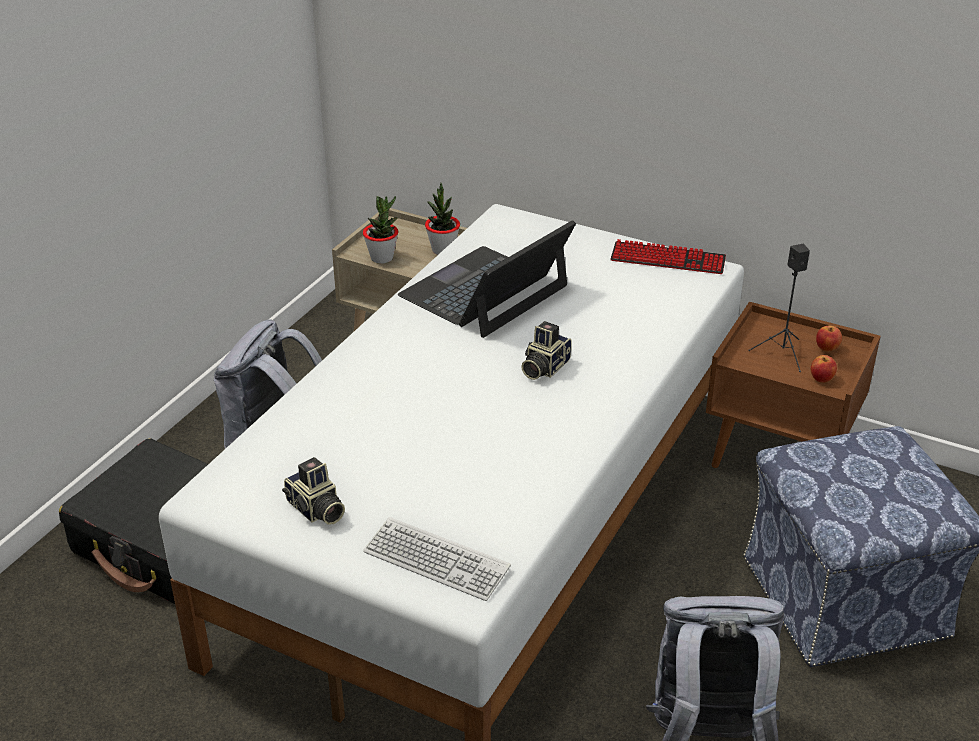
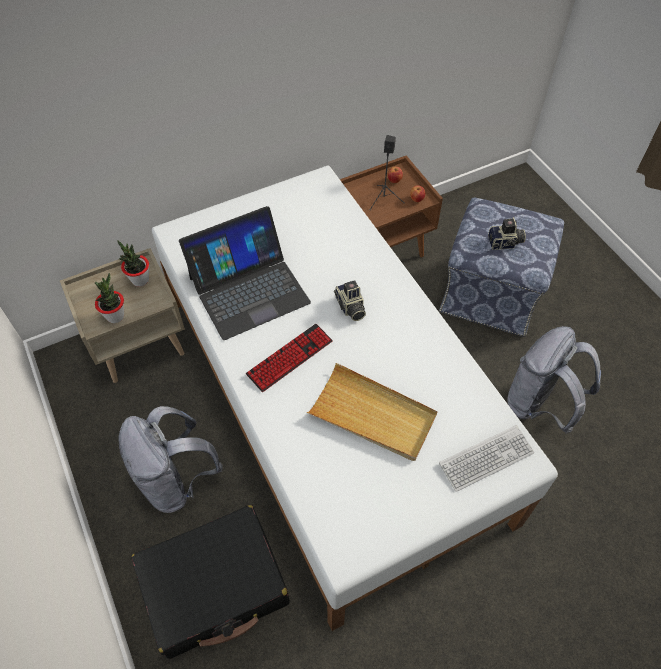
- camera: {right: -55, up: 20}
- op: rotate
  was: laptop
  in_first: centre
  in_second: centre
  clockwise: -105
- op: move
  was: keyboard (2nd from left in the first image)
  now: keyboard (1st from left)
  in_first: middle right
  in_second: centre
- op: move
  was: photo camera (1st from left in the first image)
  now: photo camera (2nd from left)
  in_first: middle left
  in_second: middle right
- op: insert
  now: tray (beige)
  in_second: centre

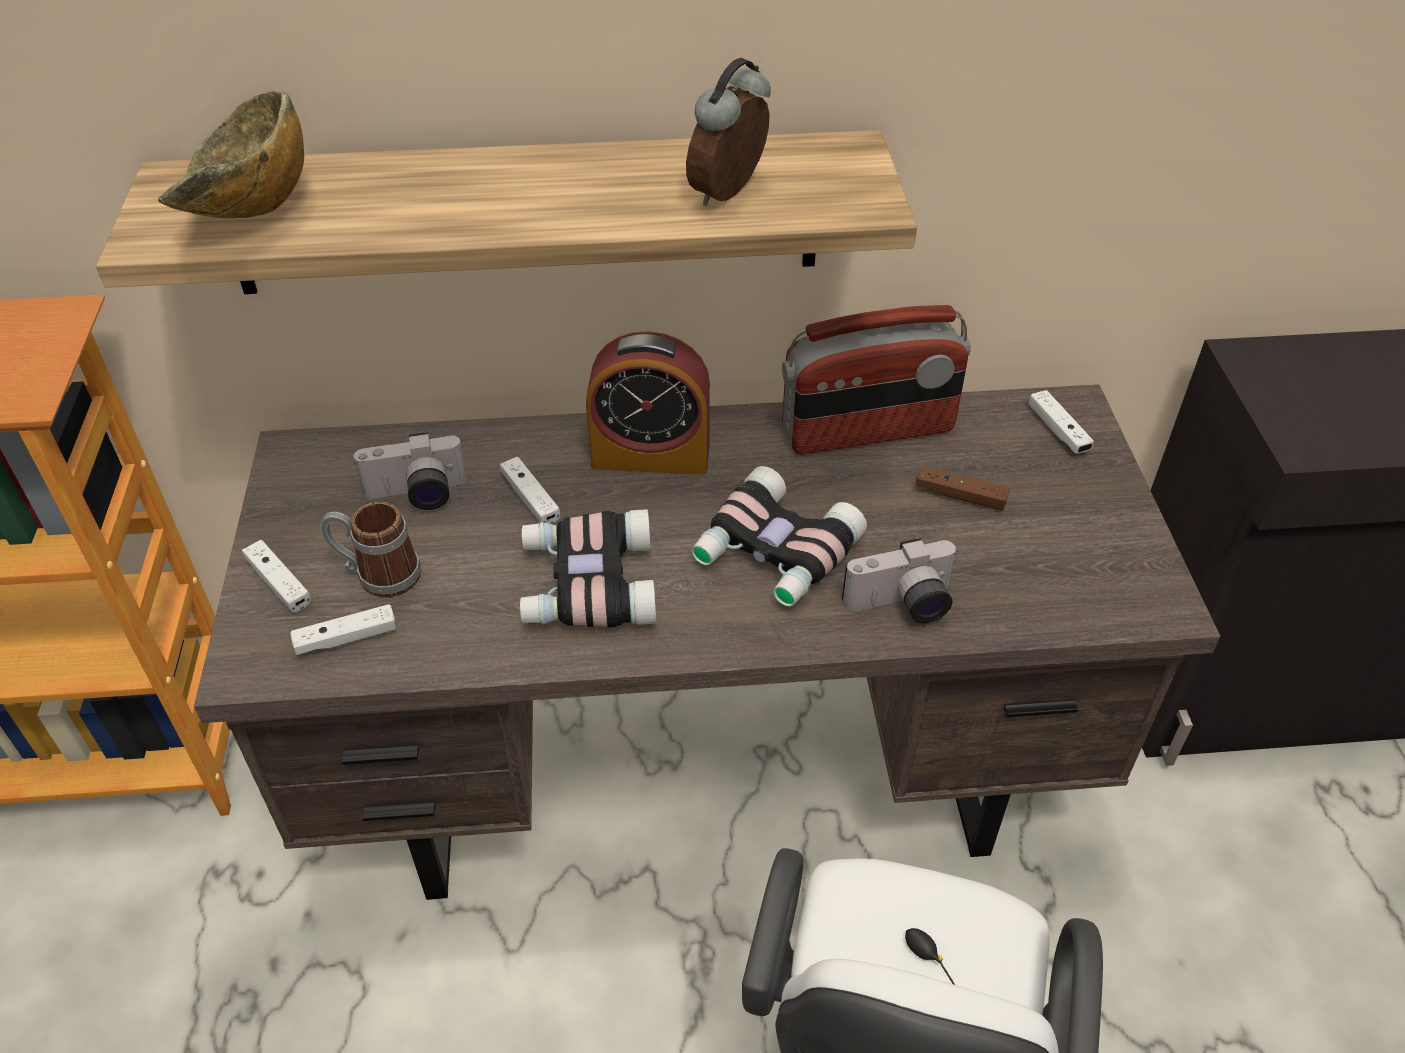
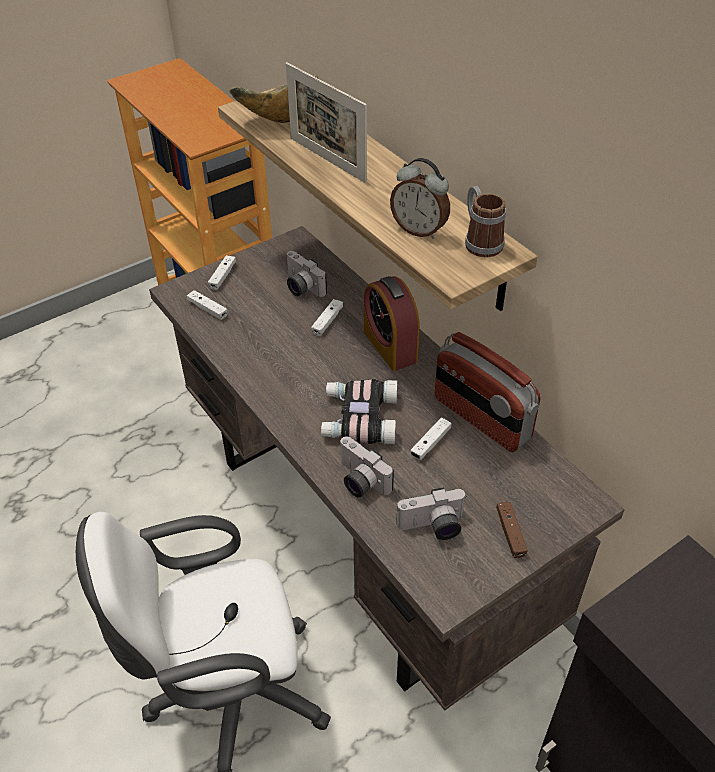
- camera: {right: 60, up: 0}
- op: rotate
  was: alarm clock (2nd from left)
  in_first: top centre
  in_second: top centre
  clockwise: -150
- op: move
  was: game controller (white) (4th from left)
  in_first: middle right
  in_second: centre
- op: move
  was: game controller (brown)
  in_first: middle right
  in_second: bottom right
- op: move
  was: mug
  in_first: middle left
  in_second: top right
- op: delete
  was: binoculars (1st from left)
  in_first: centre
- op: insert
  now: picture frame
  in_second: top centre
- op: insert
  now: photo camera (3rd from left)
  in_second: centre

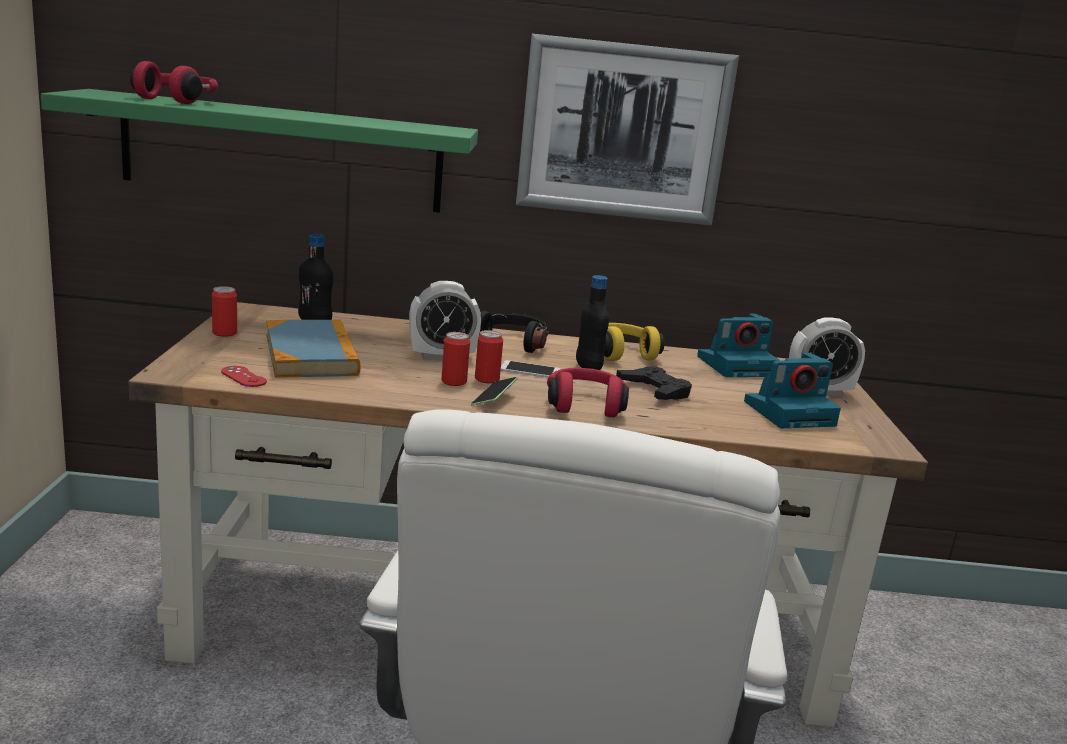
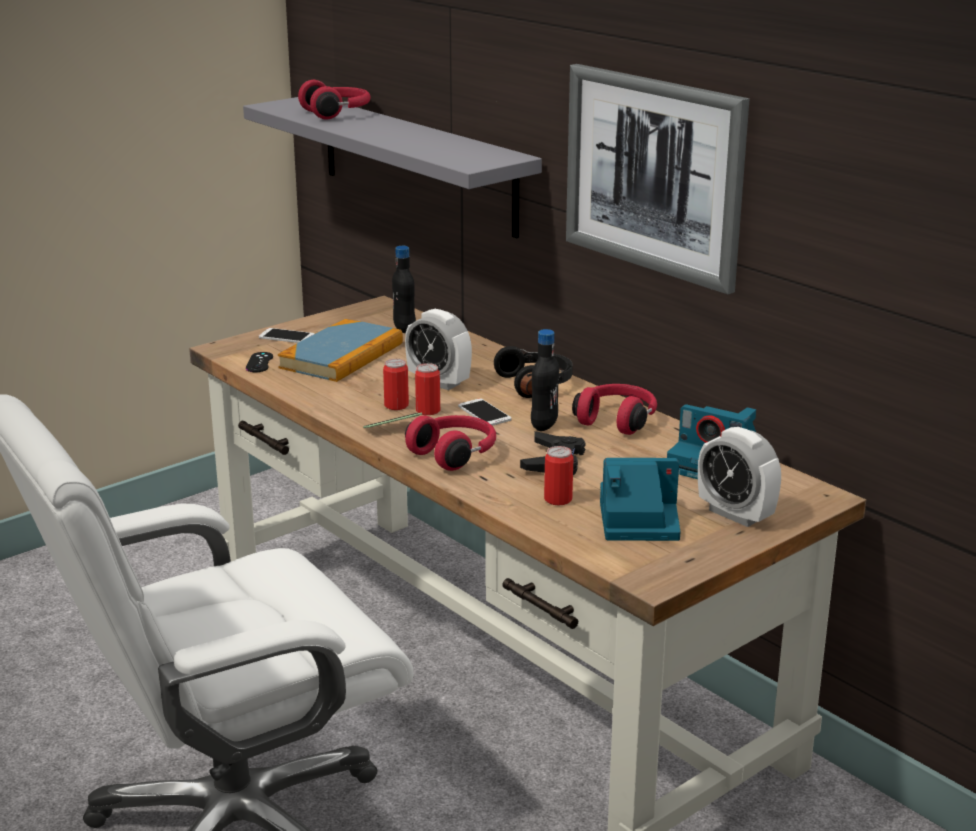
- camera: {right: 50, up: 5}
- op: recolor
  was: shelf (green)
  now: shelf (grey)
  in_first: top left
  in_second: top centre
- op: move
  was: can (1st from left in the first image)
  now: can (3rd from left)
  in_first: middle left
  in_second: centre
- op: recolor
  was: headphones (yellow)
  now: headphones (red) (3rd from left)
  in_first: centre
  in_second: centre
- op: rotate
  was: photo camera (2nd from left in the first image)
  in_first: middle right
  in_second: centre
  clockwise: 150
- op: recolor
  was: game controller (red)
  now: game controller (black) (1st from left)
  in_first: middle left
  in_second: middle left
- op: insert
  now: phone (1st from left)
  in_second: middle left

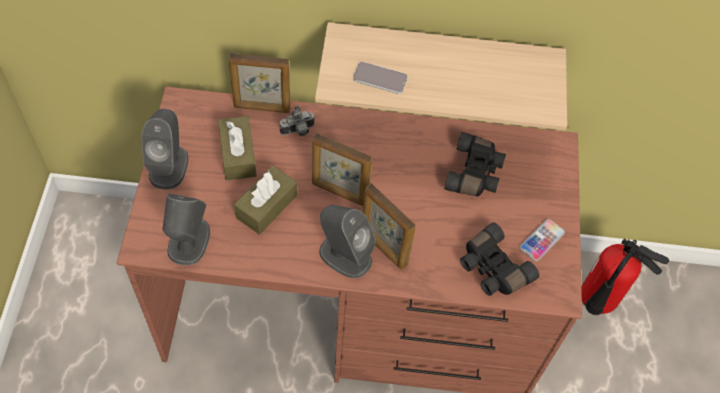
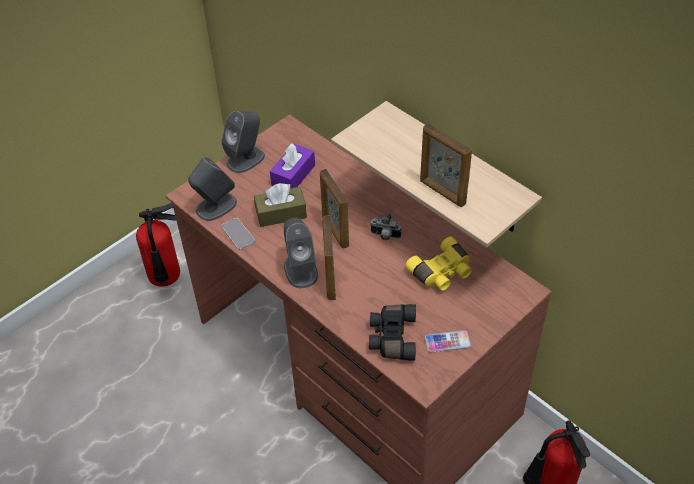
- camera: {right: 45, up: -10}
- op: move
  was: picture frame (1st from left in the first image)
  now: picture frame (3rd from left)
  in_first: top centre
  in_second: centre
- op: move
  was: phone (1st from left)
  in_first: top centre
  in_second: centre
- op: move
  was: photo camera
  in_first: top centre
  in_second: centre
- op: recolor
  was: tissue box (brown) (1st from left)
  now: tissue box (purple)
  in_first: middle left
  in_second: centre
- op: recolor
  was: binoculars (black) (1st from left)
  now: binoculars (yellow)
  in_first: centre
  in_second: centre
- op: insert
  now: fire extinguisher (1st from left)
  in_second: middle left

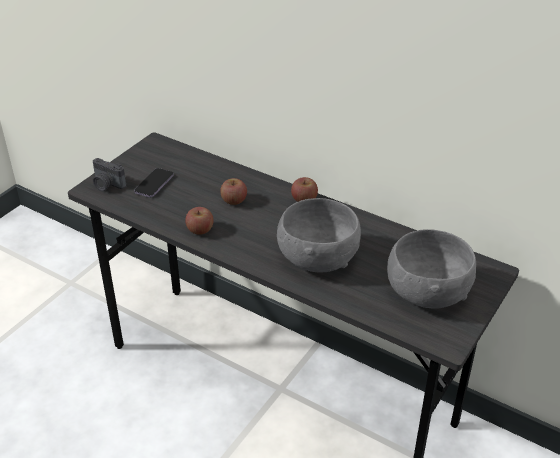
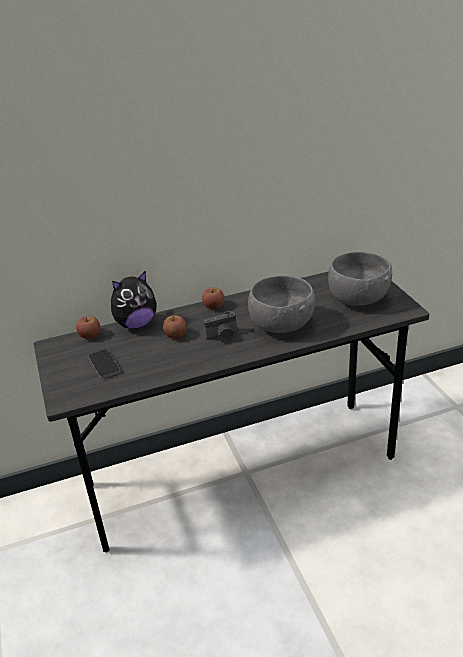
- camera: {right: -50, up: -5}
- op: move
  was: photo camera
  in_first: middle left
  in_second: centre
- op: move
  was: apple (1st from left)
  in_first: centre
  in_second: middle left
- op: insert
  now: plush toy
  in_second: middle left

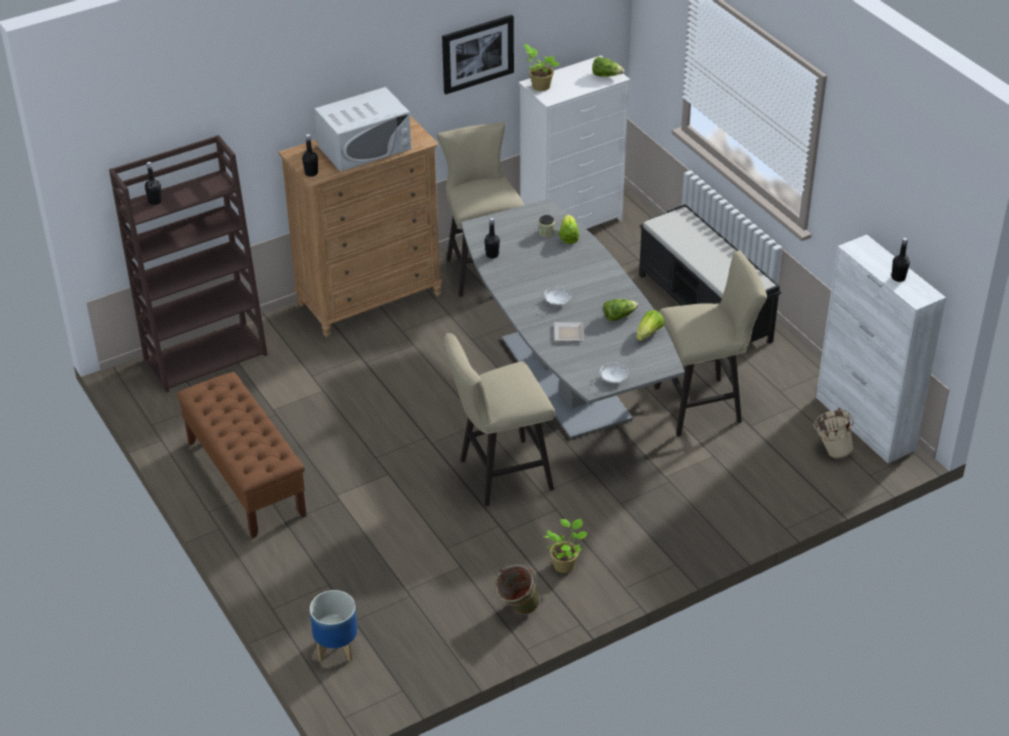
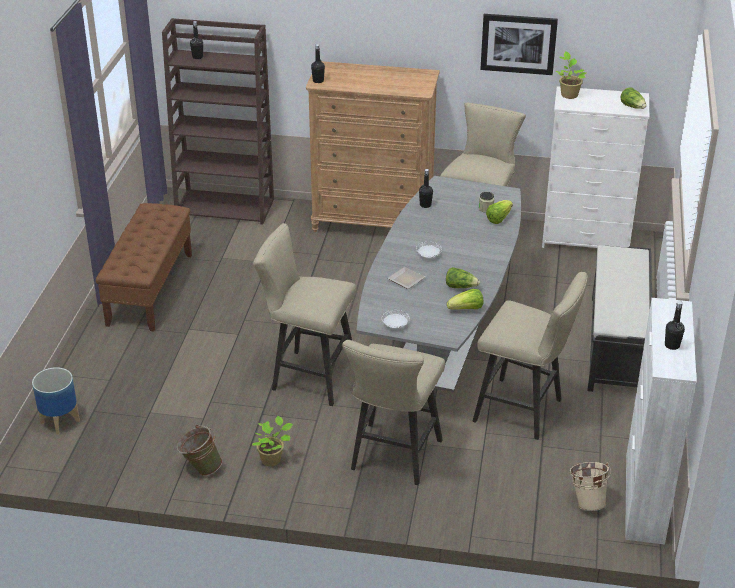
- camera: {right: 40, up: -5}
- op: delete
  was: microwave (white)
  in_first: top centre
- op: insert
  now: stool (beige) (2nd from left)
  in_second: bottom centre

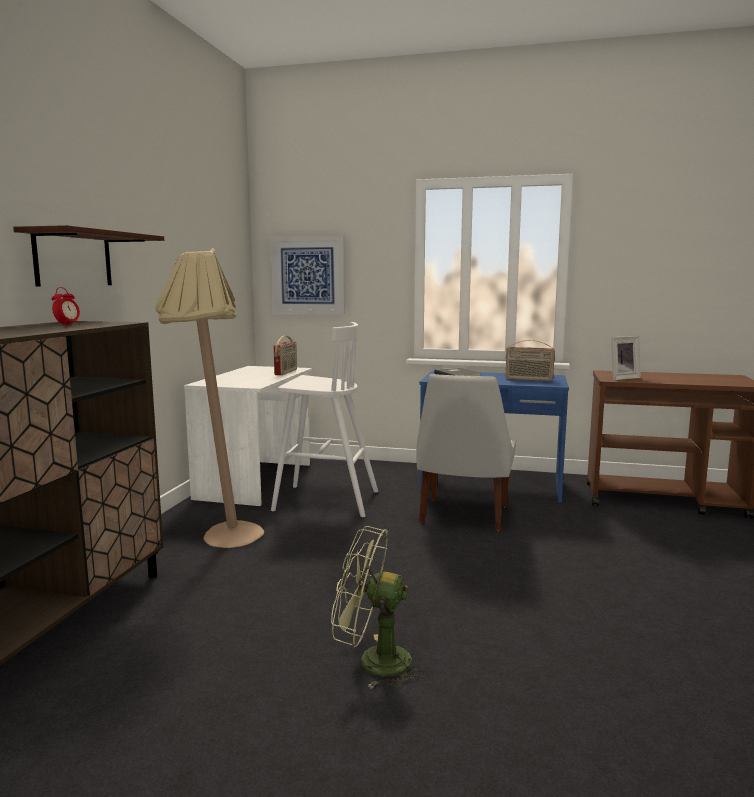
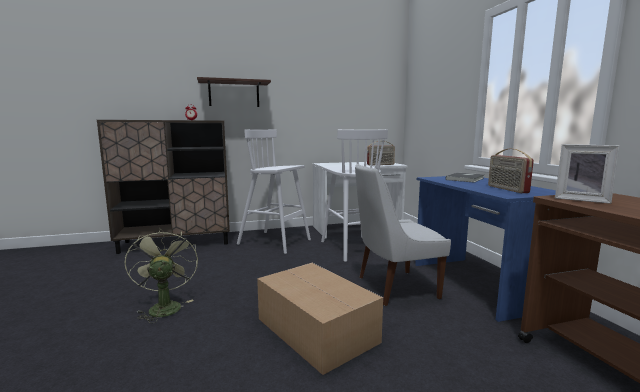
- camera: {right: 60, up: 0}
- op: delete
  was: picture
  in_first: centre
- op: replace
  was: floor lamp (beige)
  now: stool (white) (1st from left)
  in_first: middle left
  in_second: centre
- op: insert
  now: cardboard box
  in_second: bottom centre

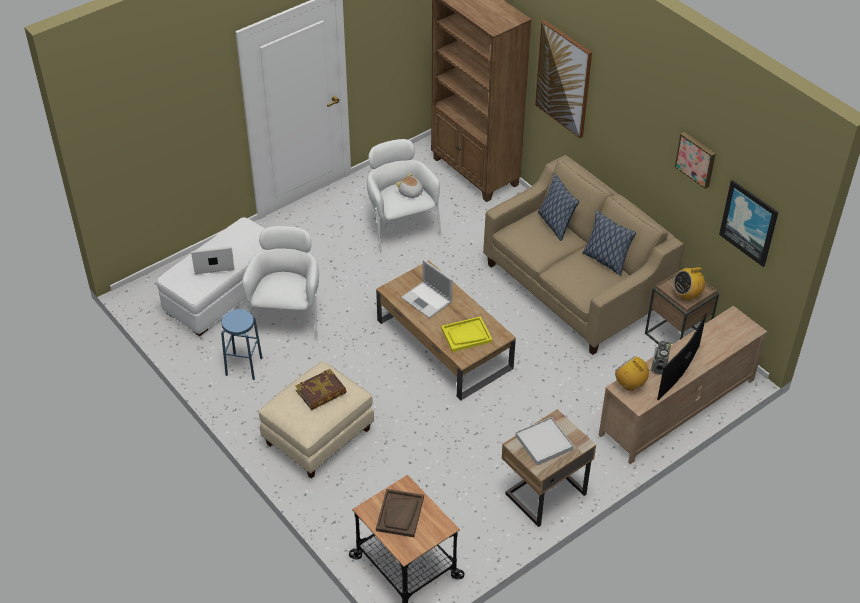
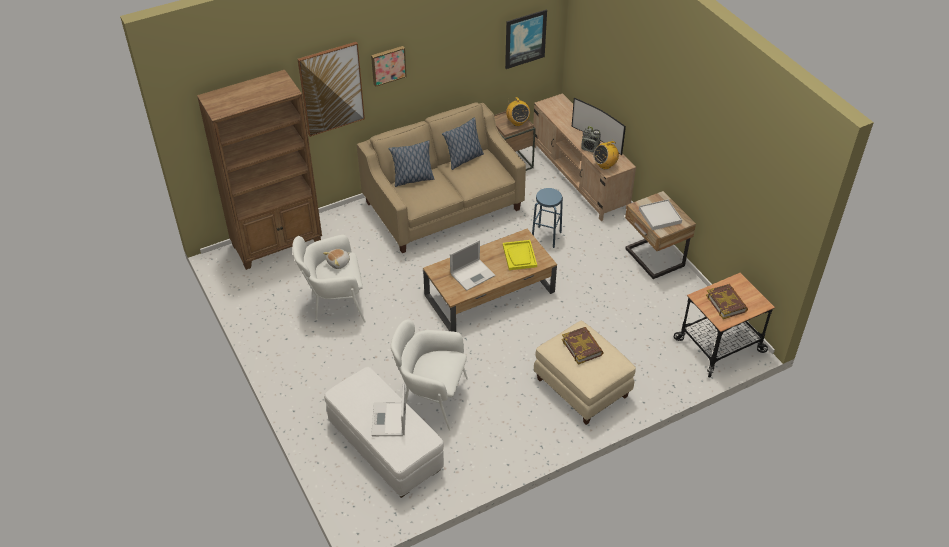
- camera: {right: -80, up: 0}
- op: move
  was: picture (2nd from left)
  in_first: top right
  in_second: top centre
- op: move
  was: stool (blue)
  in_first: middle left
  in_second: centre
- op: replace
  was: tray (brown)
  now: book (2nd from left)
  in_first: bottom centre
  in_second: middle right

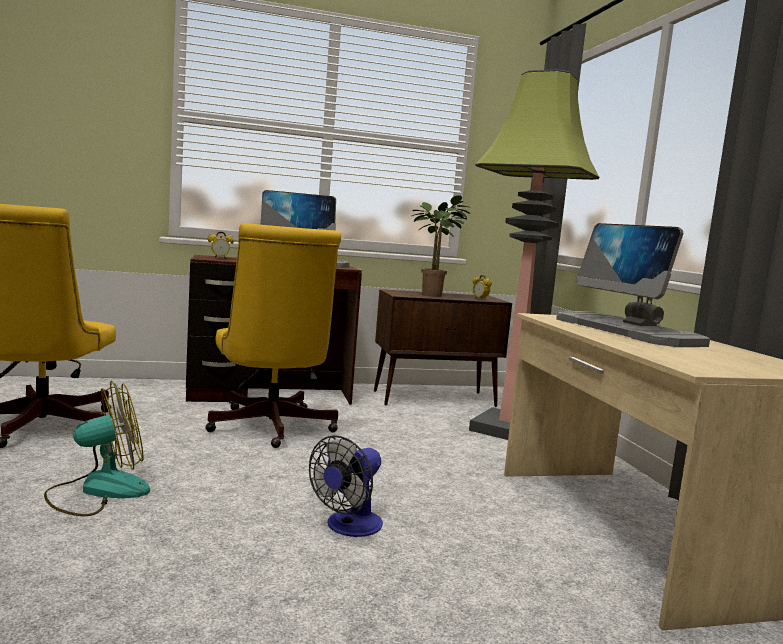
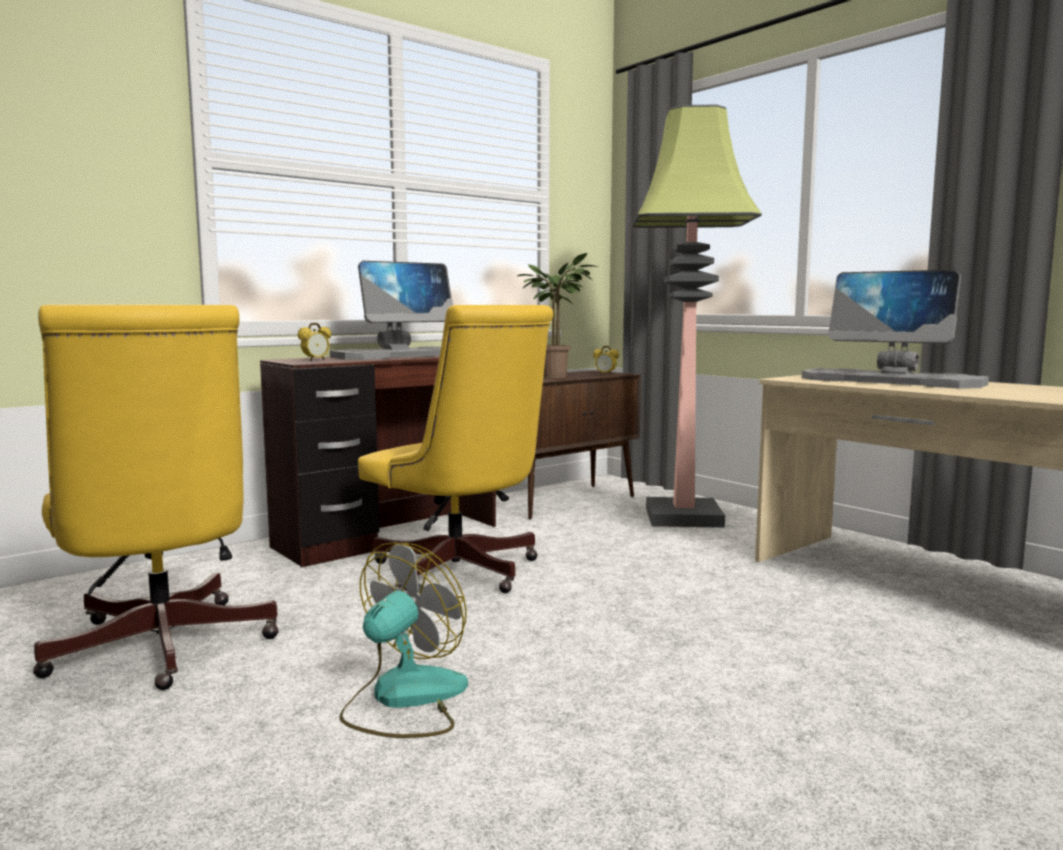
- camera: {right: -25, up: 0}
- op: delete
  was: fan (2nd from left)
  in_first: bottom centre

